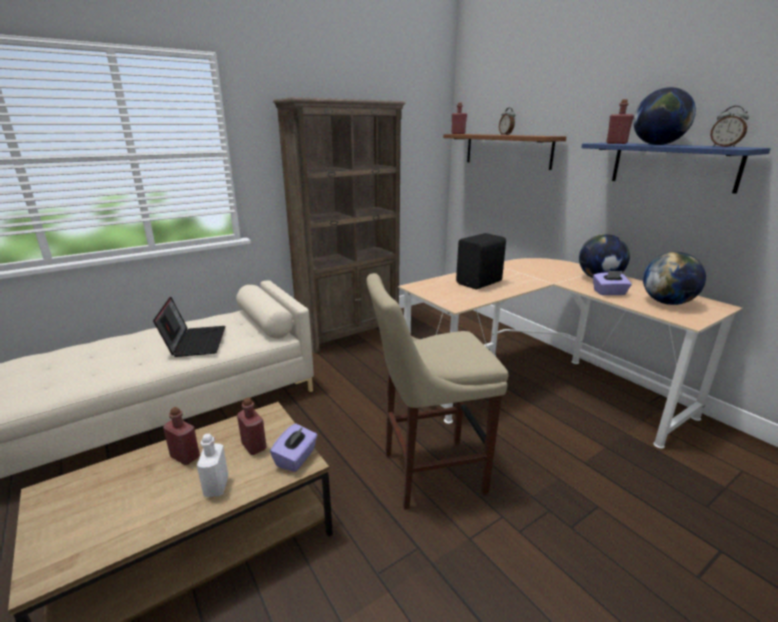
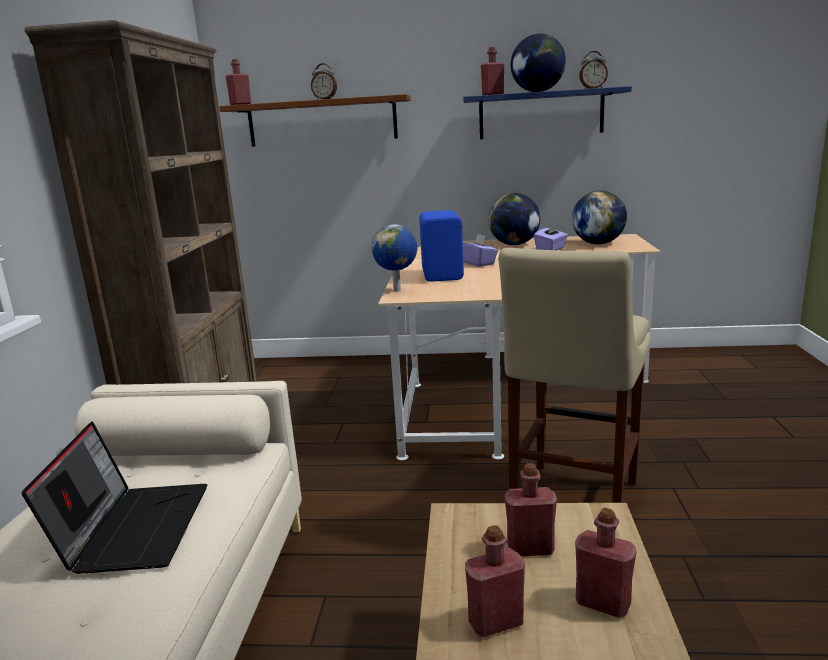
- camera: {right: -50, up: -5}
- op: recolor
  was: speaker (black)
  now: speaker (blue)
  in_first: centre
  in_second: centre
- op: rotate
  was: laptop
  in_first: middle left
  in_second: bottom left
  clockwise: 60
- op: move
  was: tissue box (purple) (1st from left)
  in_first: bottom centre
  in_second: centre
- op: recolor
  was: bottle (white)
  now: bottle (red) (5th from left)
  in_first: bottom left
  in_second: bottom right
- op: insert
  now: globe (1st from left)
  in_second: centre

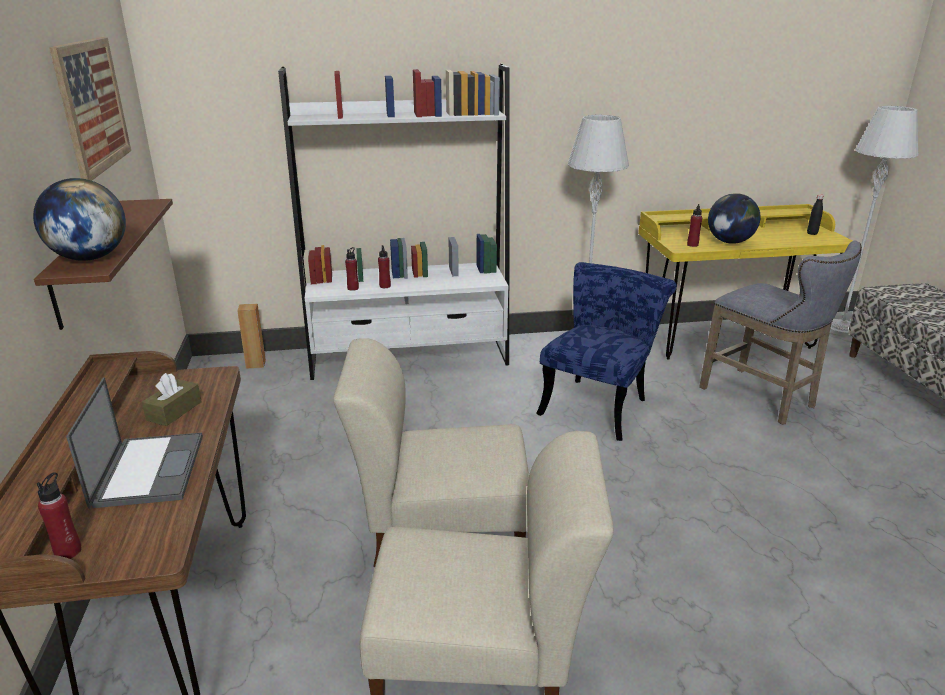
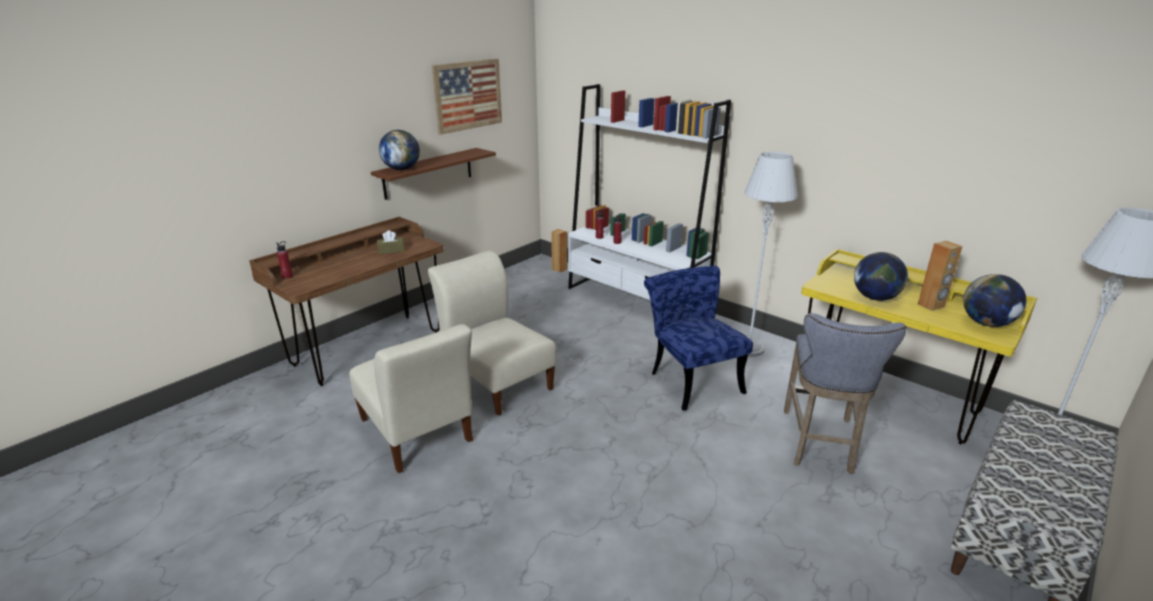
- camera: {right: 50, up: 0}
- op: replace
  was: bottle (black)
  now: globe (3rd from left)
  in_first: top right
  in_second: middle right
- op: delete
  was: bottle (red) (4th from left)
  in_first: top right
- op: rotate
  was: chair (blue)
  in_first: centre
  in_second: centre
  clockwise: -105
- op: delete
  was: laptop
  in_first: middle left
- op: insert
  now: speaker (brown) (2nd from left)
  in_second: middle right

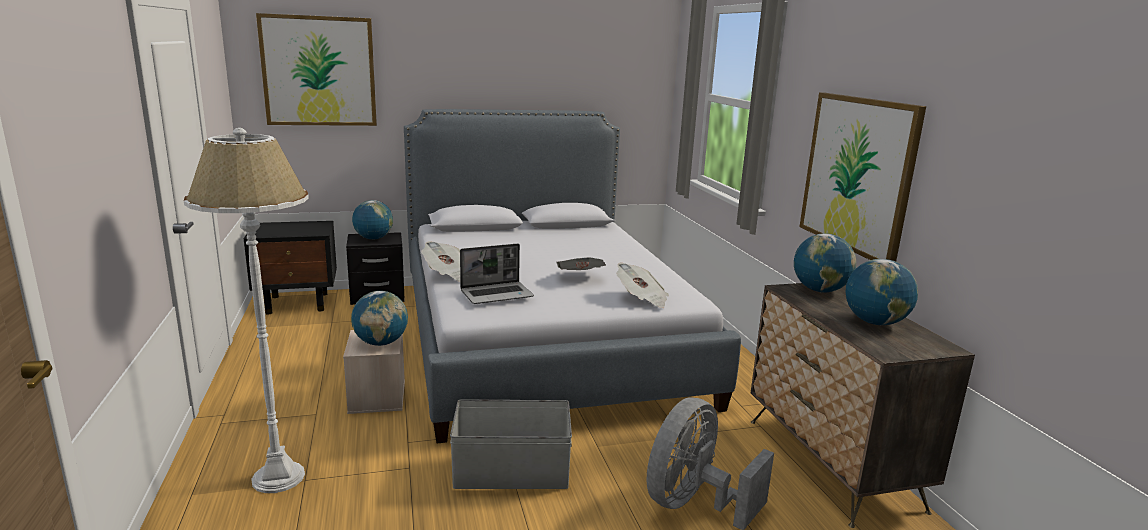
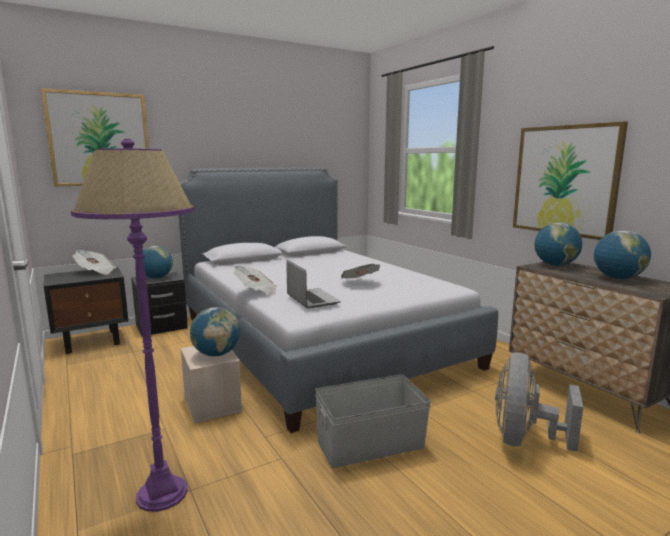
- camera: {right: -15, up: -5}
- op: recolor
  was: floor lamp (white)
  now: floor lamp (purple)
  in_first: middle left
  in_second: middle left
- op: rotate
  was: laptop
  in_first: centre
  in_second: centre
  clockwise: -75
- op: move
  was: newspaper (3rd from left in the first image)
  now: newspaper (1st from left)
  in_first: centre
  in_second: middle left

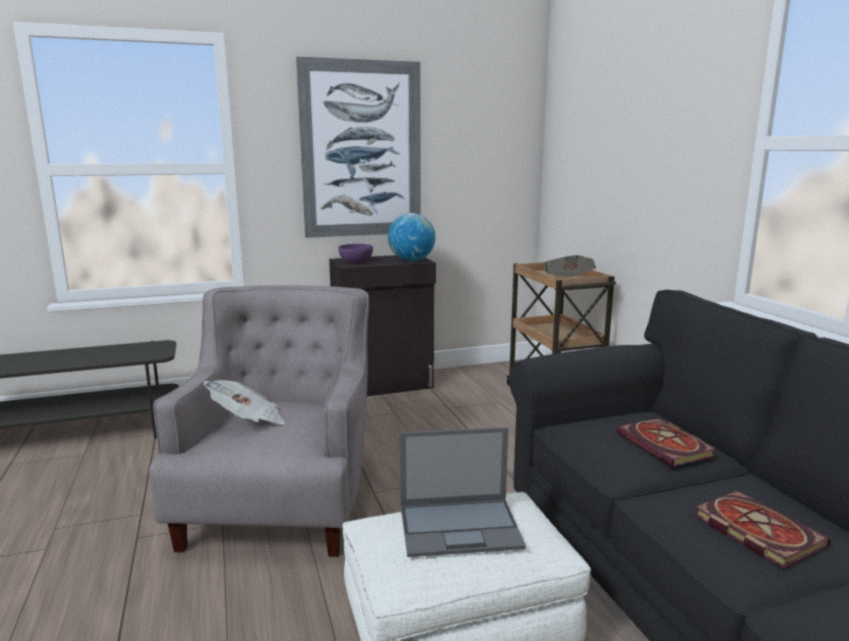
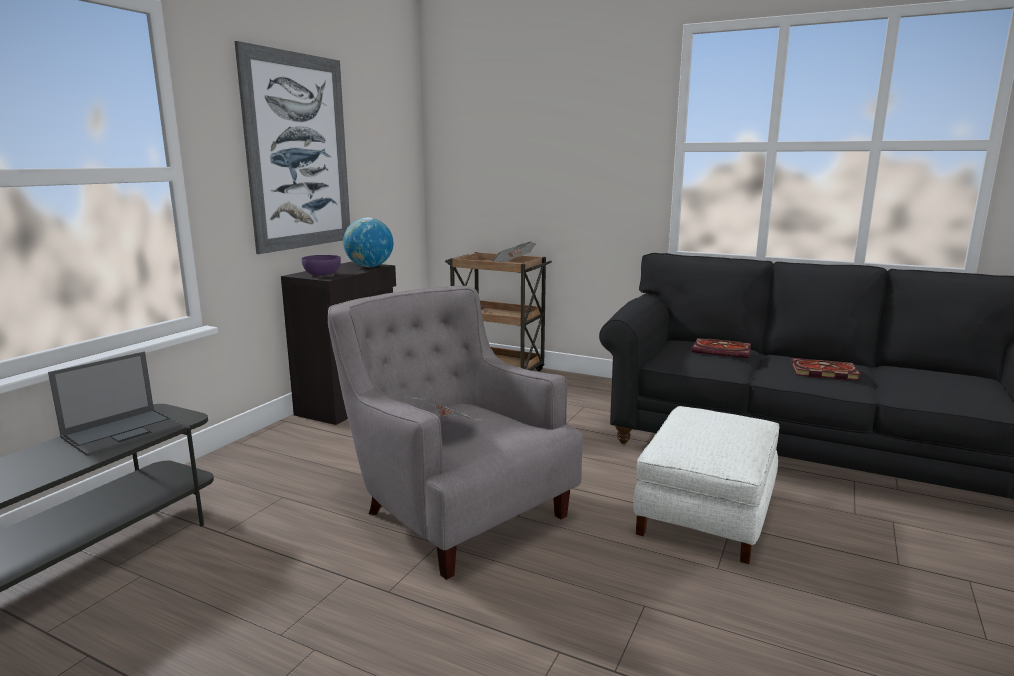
- camera: {right: -45, up: 0}
- op: move
  was: laptop
  in_first: bottom centre
  in_second: middle left

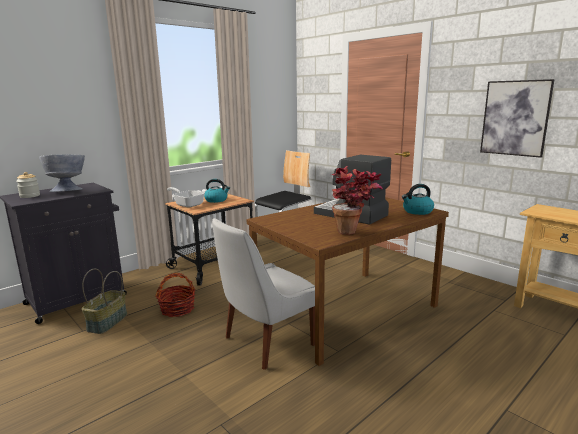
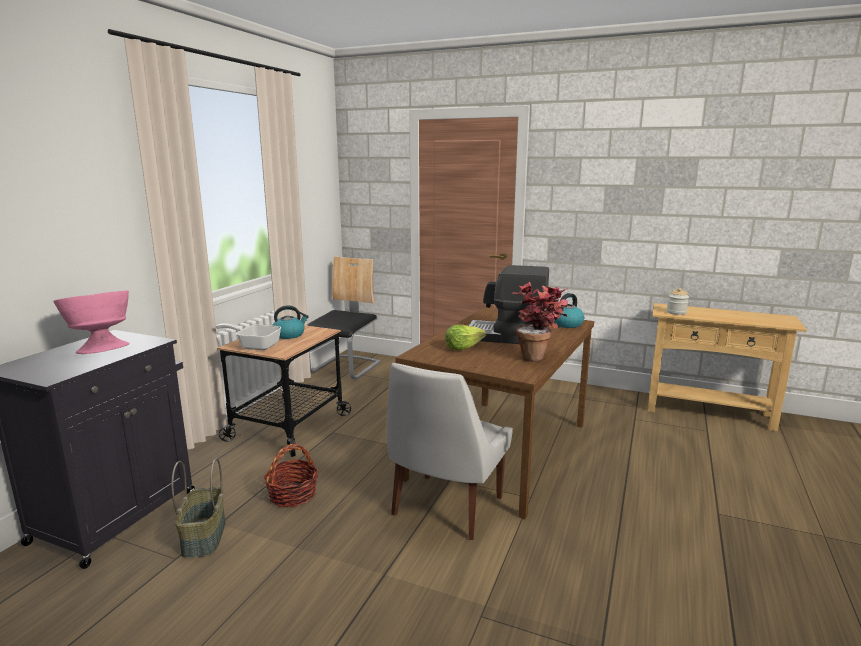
- camera: {right: -25, up: 0}
- op: delete
  was: picture
  in_first: top right
- op: recolor
  was: bowl (grey)
  now: bowl (pink)
  in_first: middle left
  in_second: middle left
- op: move
  was: jar
  in_first: middle left
  in_second: middle right
- op: insert
  now: lettuce
  in_second: centre

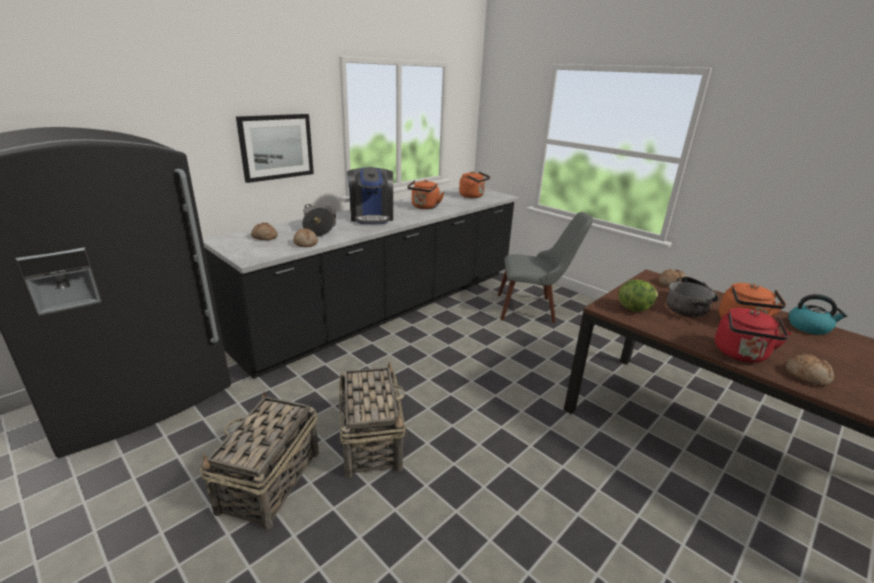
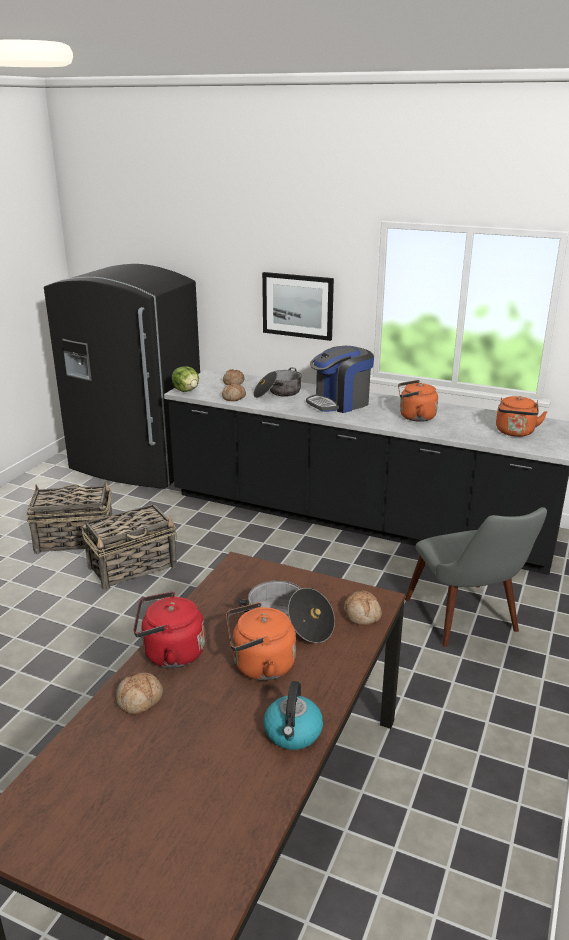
- camera: {right: 70, up: 0}
- op: move
  was: lettuce
  in_first: middle right
  in_second: middle left

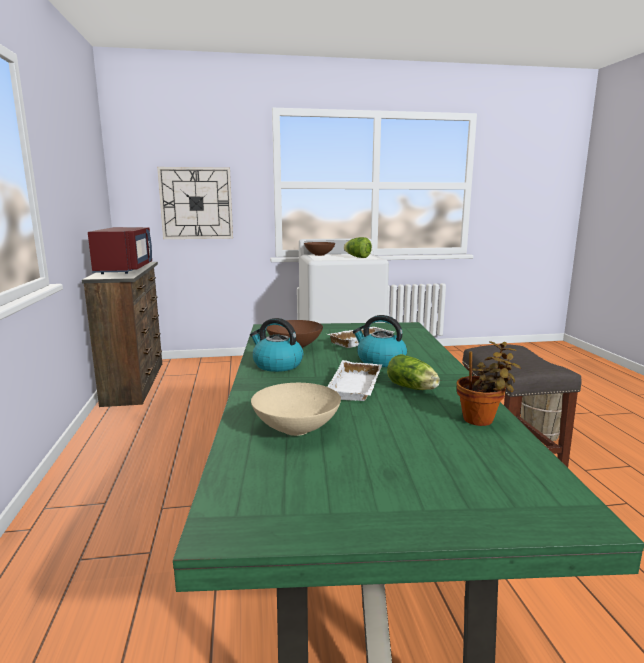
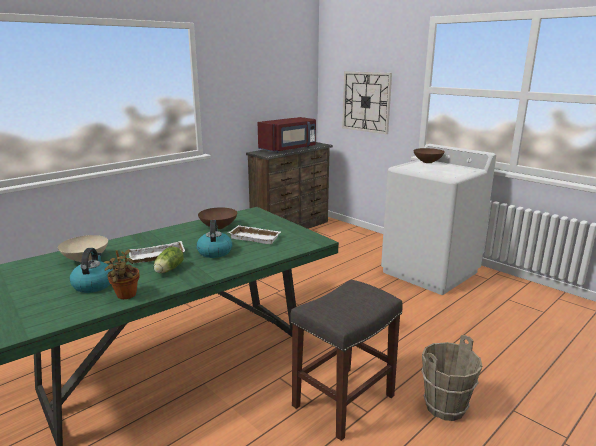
- camera: {right: 55, up: 5}
- op: delete
  was: lettuce (1st from left)
  in_first: centre
- op: move
  was: kettle (1st from left)
  in_first: centre
  in_second: middle left

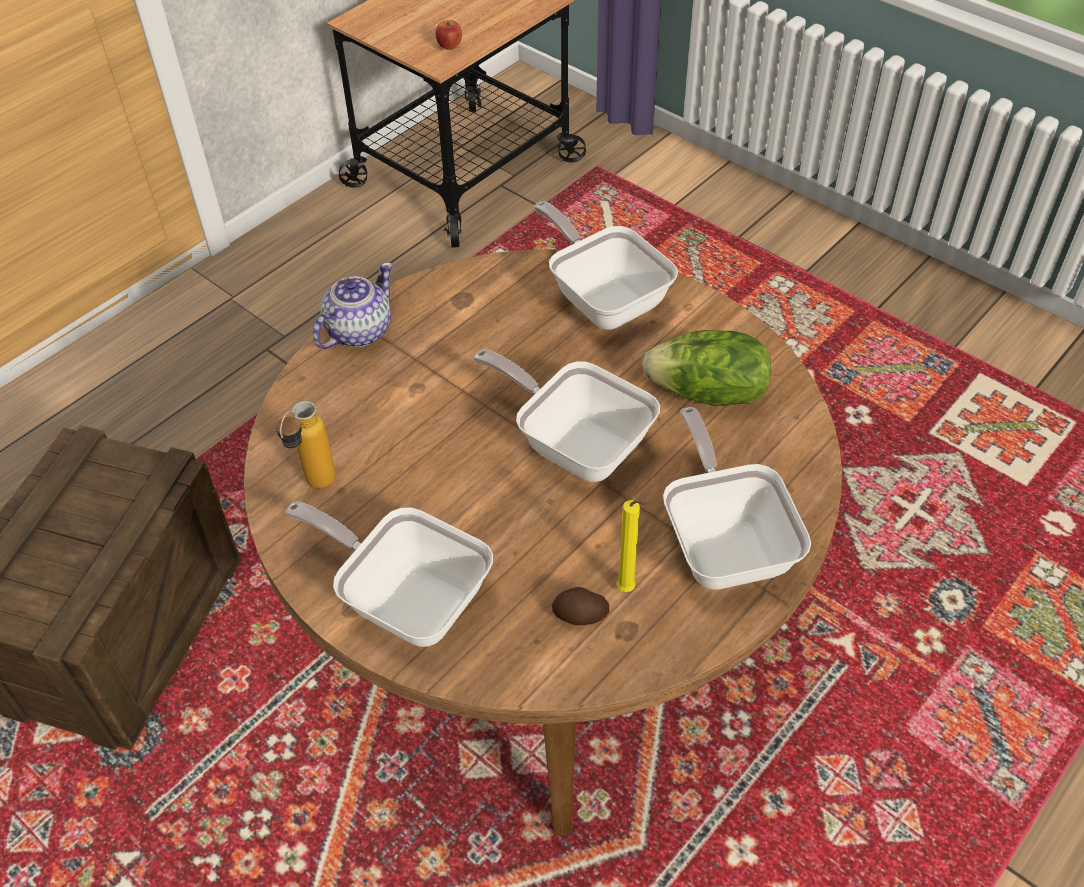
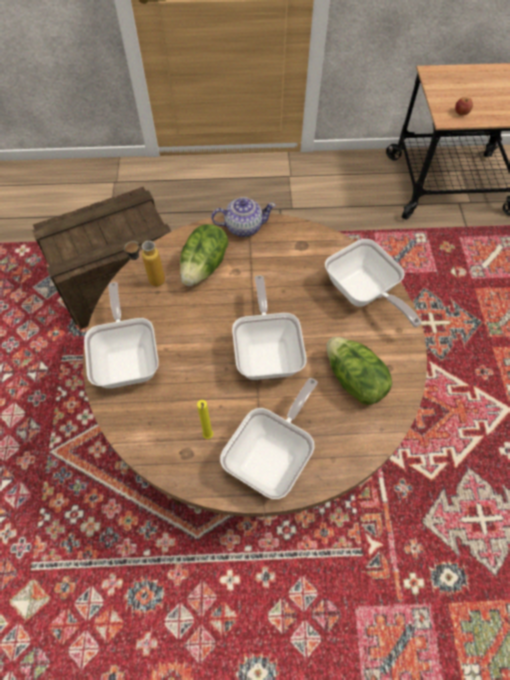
- camera: {right: 45, up: 10}
- op: rotate
  was: frying pan (3rd from left in the first image)
  in_first: top centre
  in_second: middle right
  clockwise: 135
- op: delete
  was: potato
  in_first: bottom centre
- op: insert
  now: lettuce (1st from left)
  in_second: centre

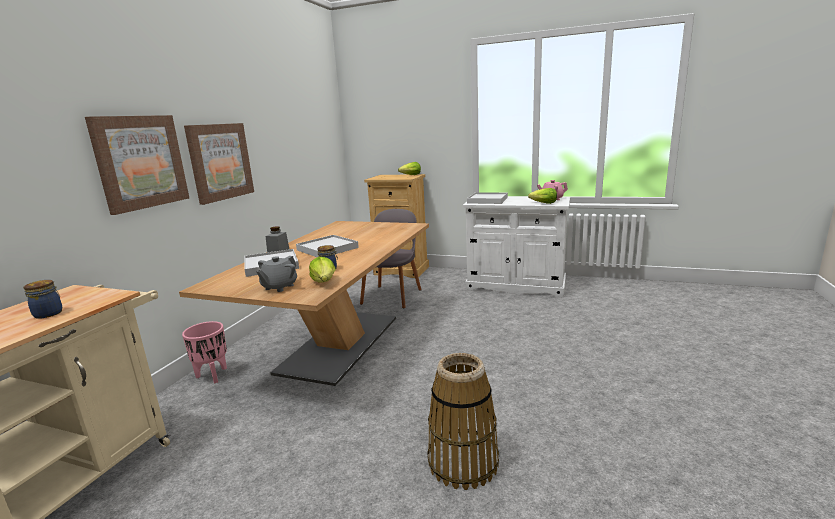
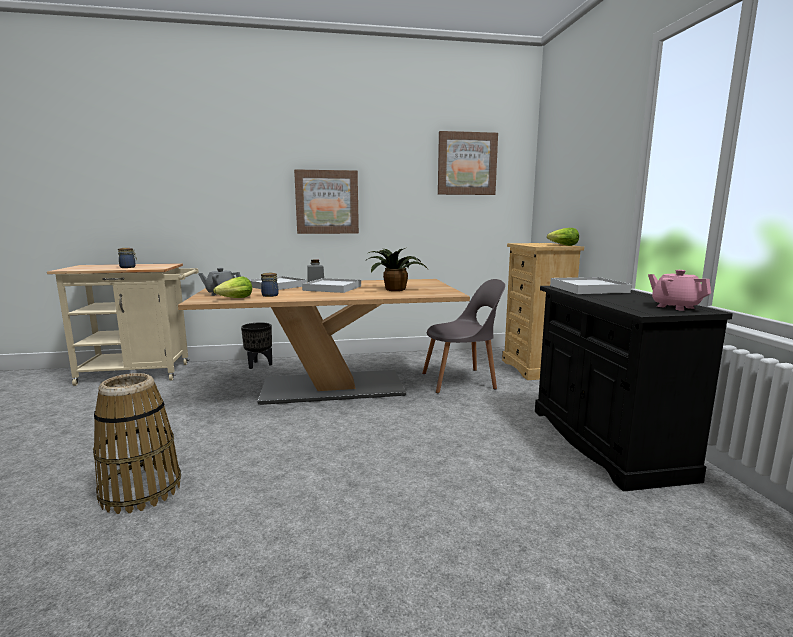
- camera: {right: 60, up: -5}
- op: move
  was: picture (1st from left in the first image)
  now: picture (2nd from left)
  in_first: top left
  in_second: top centre
- op: delete
  was: lettuce (3rd from left)
  in_first: centre
- op: recolor
  was: cabinet (white)
  now: cabinet (black)
  in_first: centre
  in_second: middle right
- op: recolor
  was: planter (pink)
  now: planter (black)
  in_first: bottom left
  in_second: middle left
- op: insert
  now: potted plant
  in_second: centre

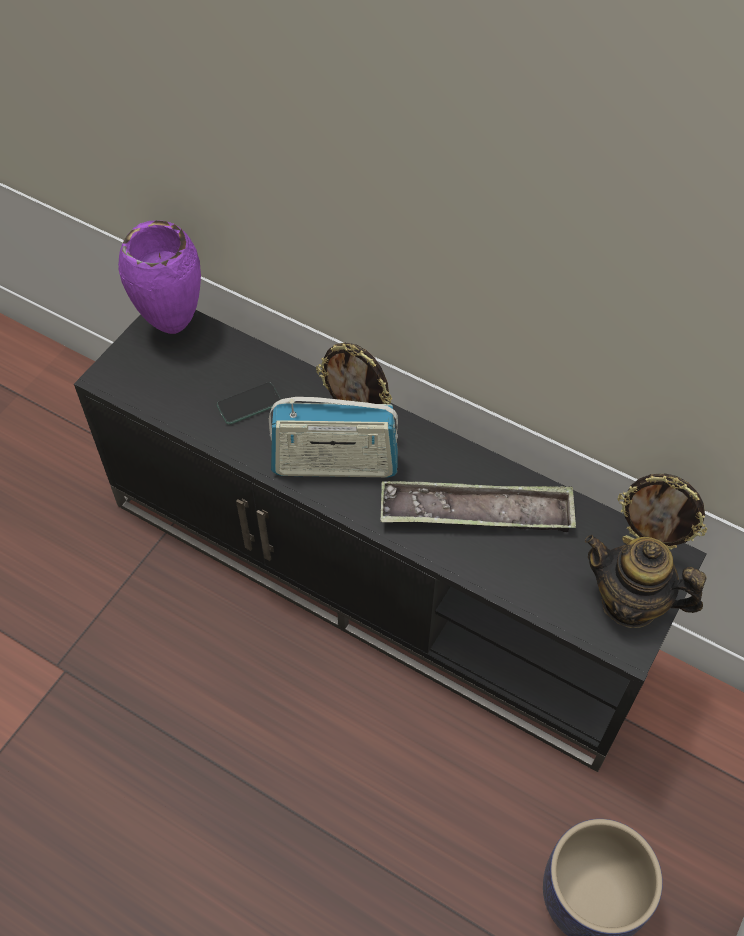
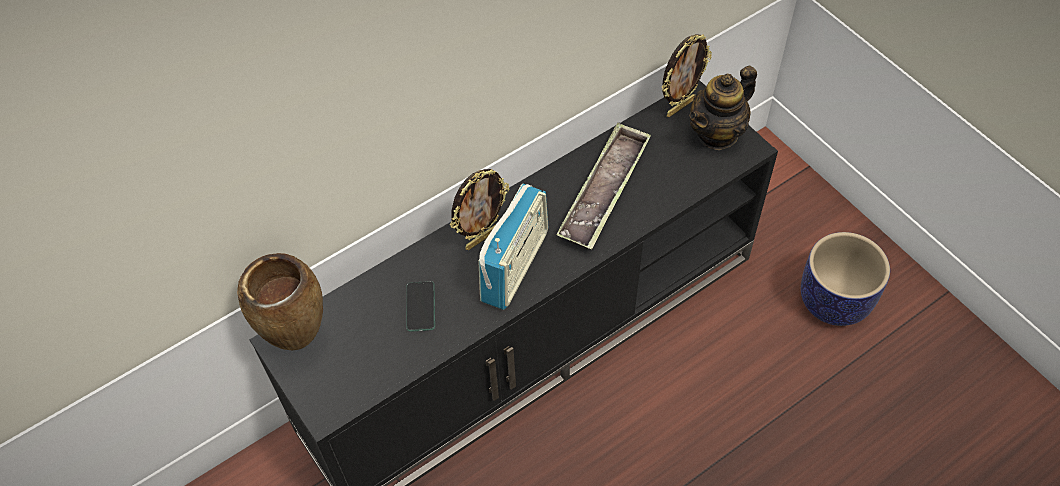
- camera: {right: -65, up: 0}
- op: recolor
  was: vase (purple)
  now: vase (brown)
  in_first: top left
  in_second: middle left

